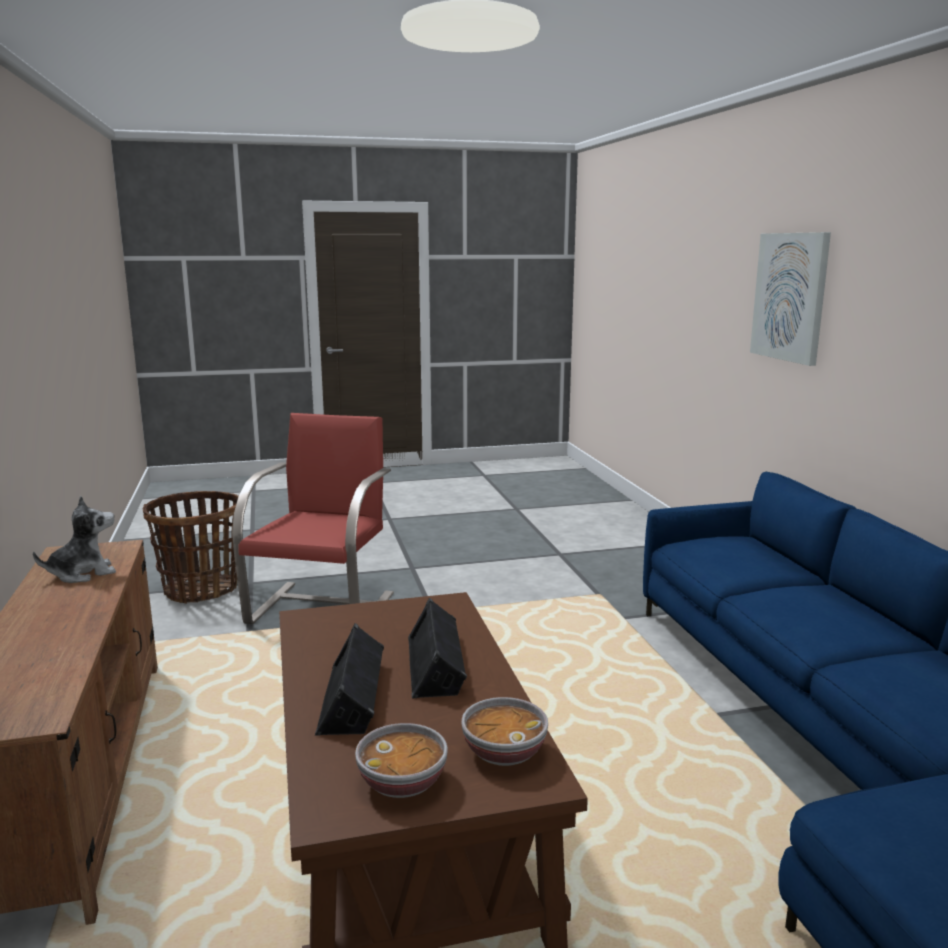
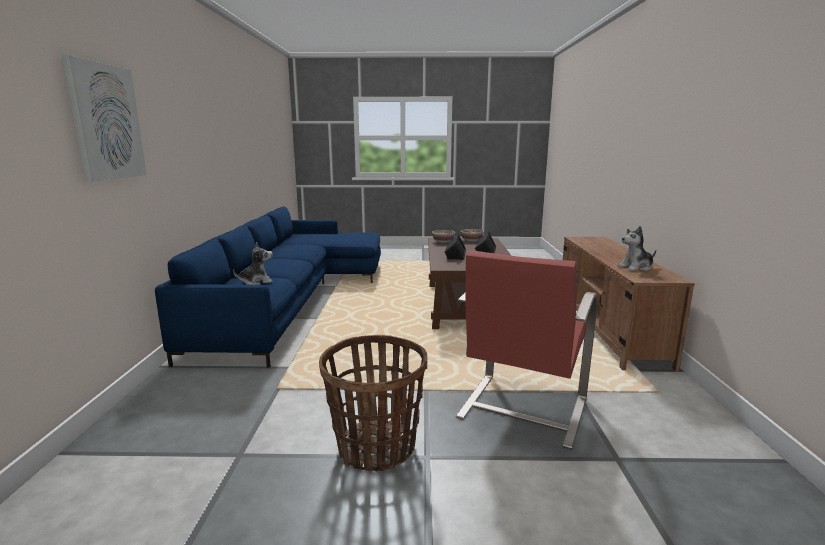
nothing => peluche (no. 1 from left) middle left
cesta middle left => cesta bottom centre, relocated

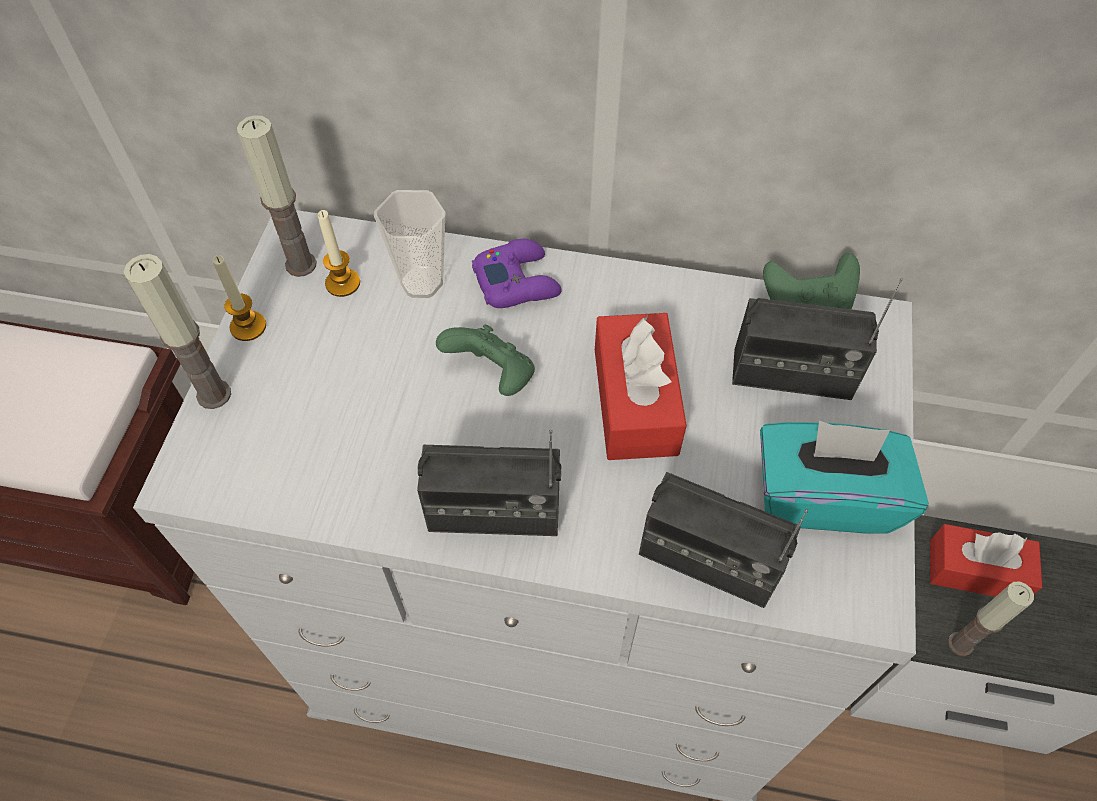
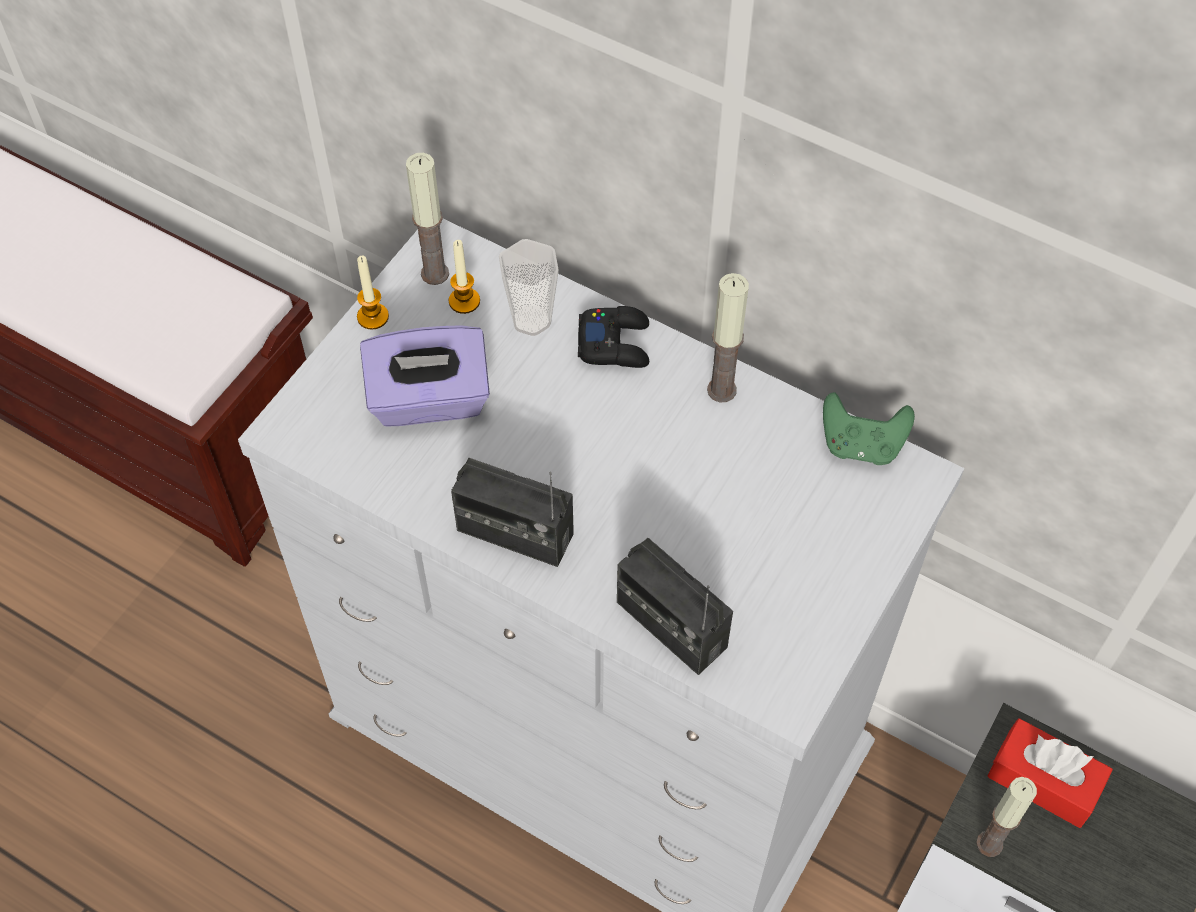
mando de consola/verde (no. 1 from left) centre => nothing
caja de pañuelos/rojo (no. 1 from left) centre => nothing
radio (no. 3 from left) middle right => nothing
caja de pañuelos/turquesa middle right => nothing
nothing => caja de pañuelos/morado centre
vela (no. 1 from left in the first image) middle left => vela (no. 4 from left) centre, relocated
mando de consola/morado centre => mando de consola/negro centre

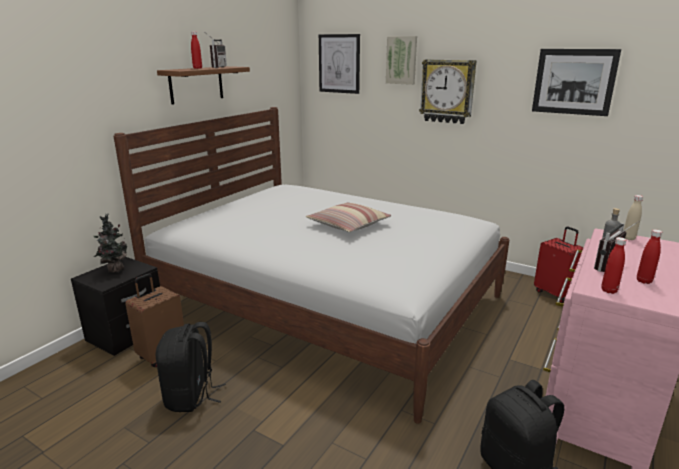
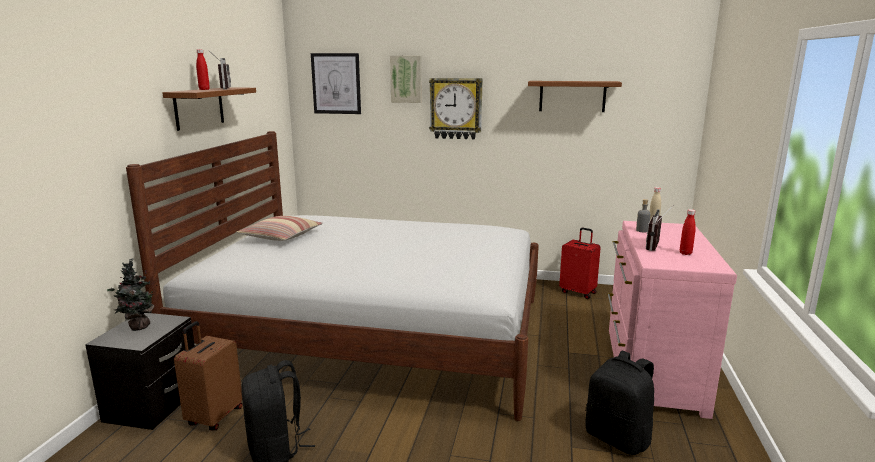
botella/rojo (no. 2 from left) middle right => nothing
cojín centre => cojín middle left, relocated
cuadro (no. 3 from left) top right => estante/marrón (no. 2 from left) top centre

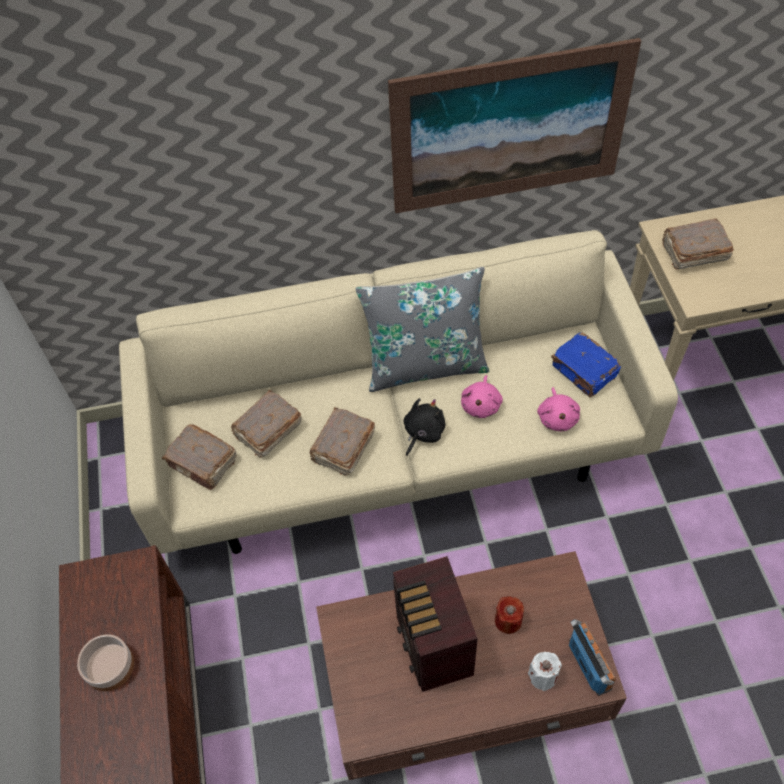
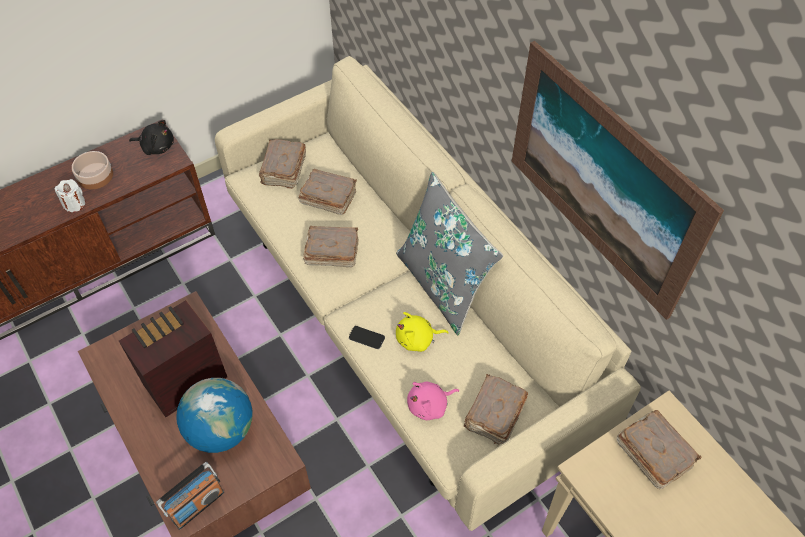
nothing => móvil centre
peluche/negro centre => peluche/negro top left, relocated
vela/blanco bottom right => vela/blanco middle left, relocated
vela/rojo bottom centre => globo terráqueo bottom left
peluche/rosa (no. 1 from left) centre => peluche/amarillo centre
libro/azul middle right => libro/marrón (no. 4 from left) bottom centre

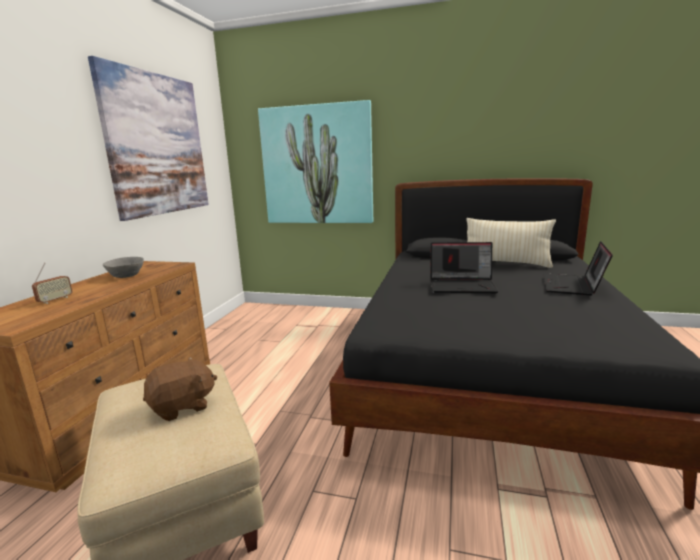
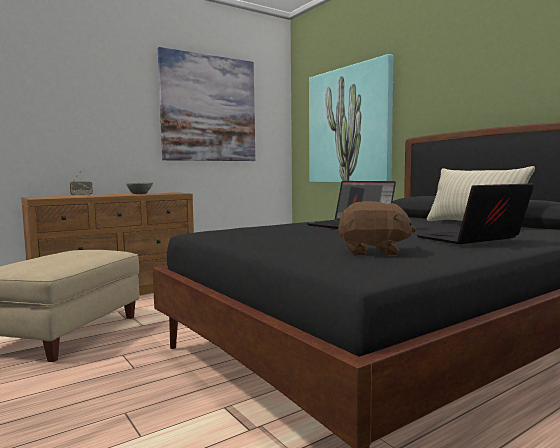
peluche/marrón bottom left => peluche/marrón middle right, relocated

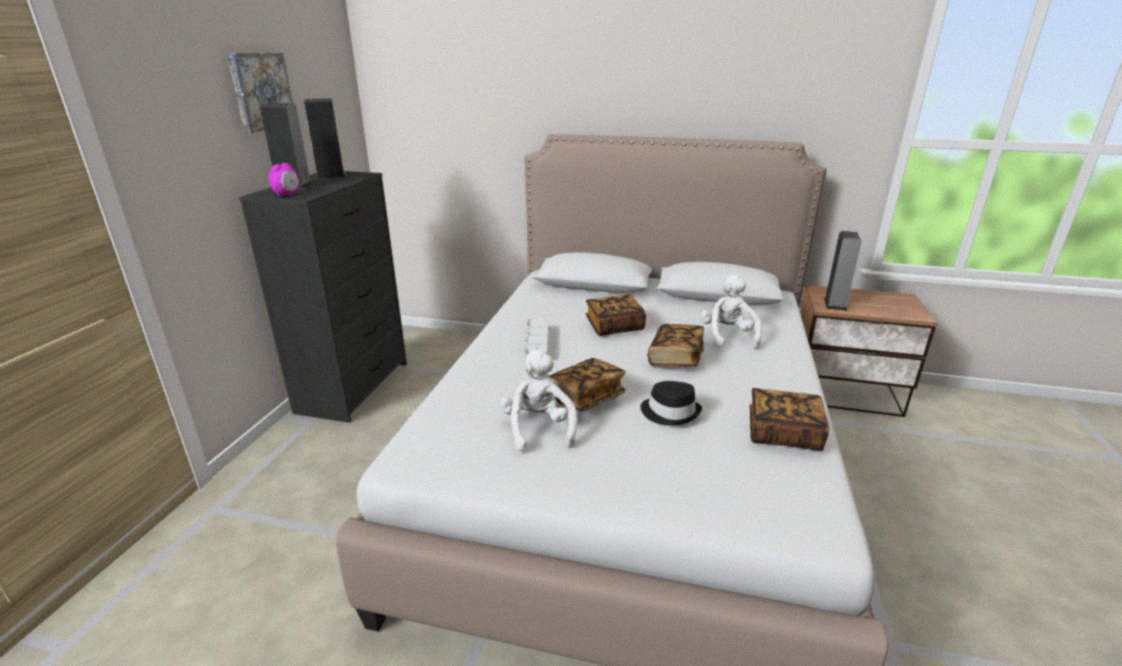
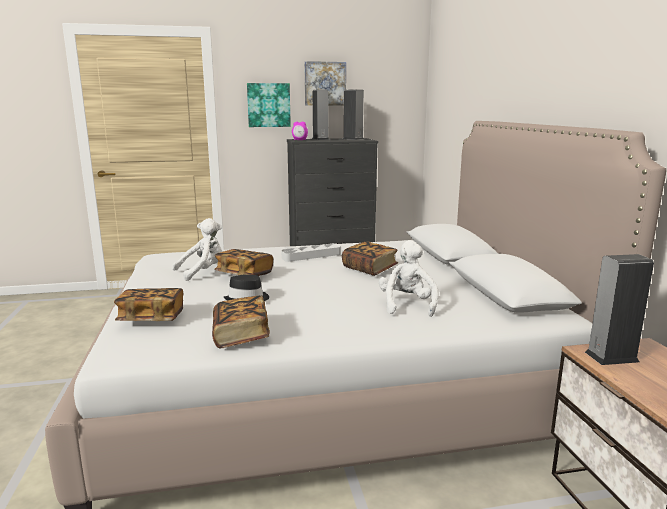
nothing => cuadro (no. 1 from left) top centre
libro (no. 3 from left in the first image) centre => libro (no. 1 from left) middle left, relocated
peluche/blanco (no. 2 from left) centre, 60 degrees counterclockwise

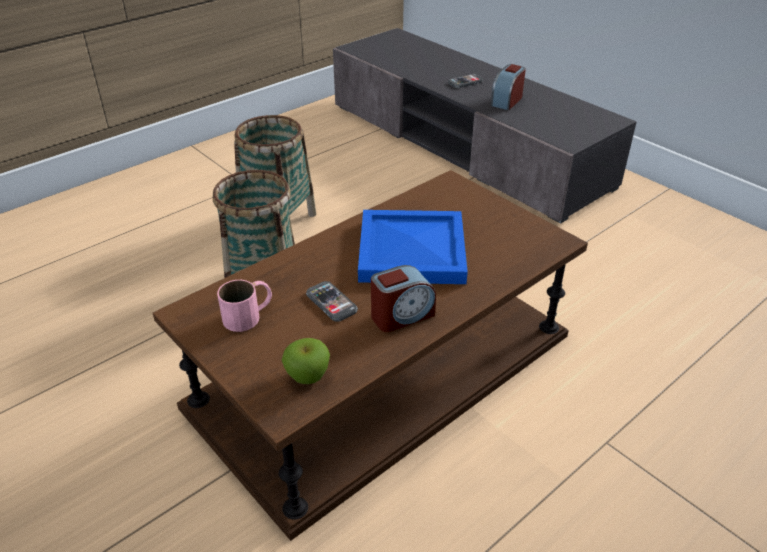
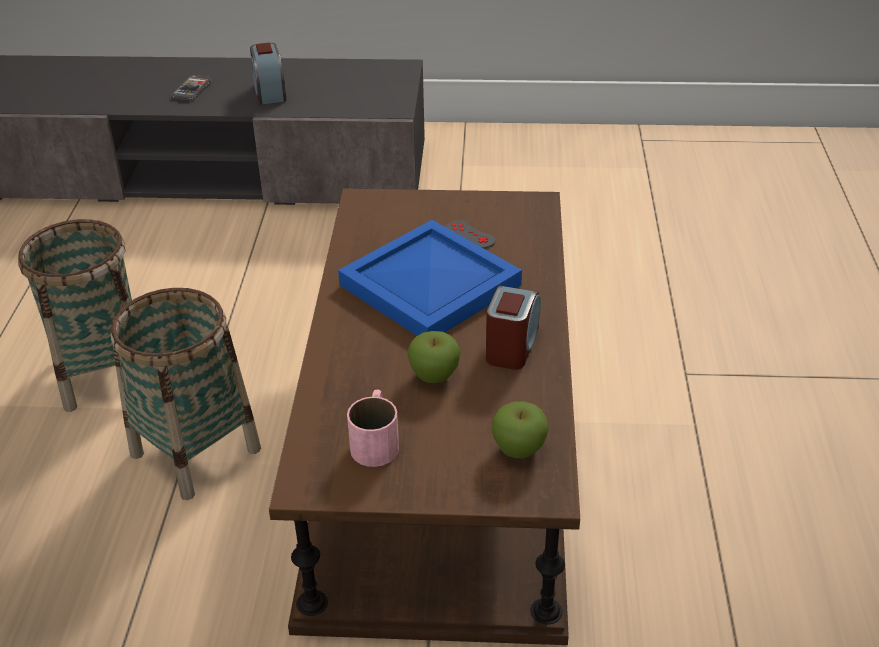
nothing => mando de consola/gris centre
móvil (no. 1 from left) centre => manzana (no. 1 from left) centre

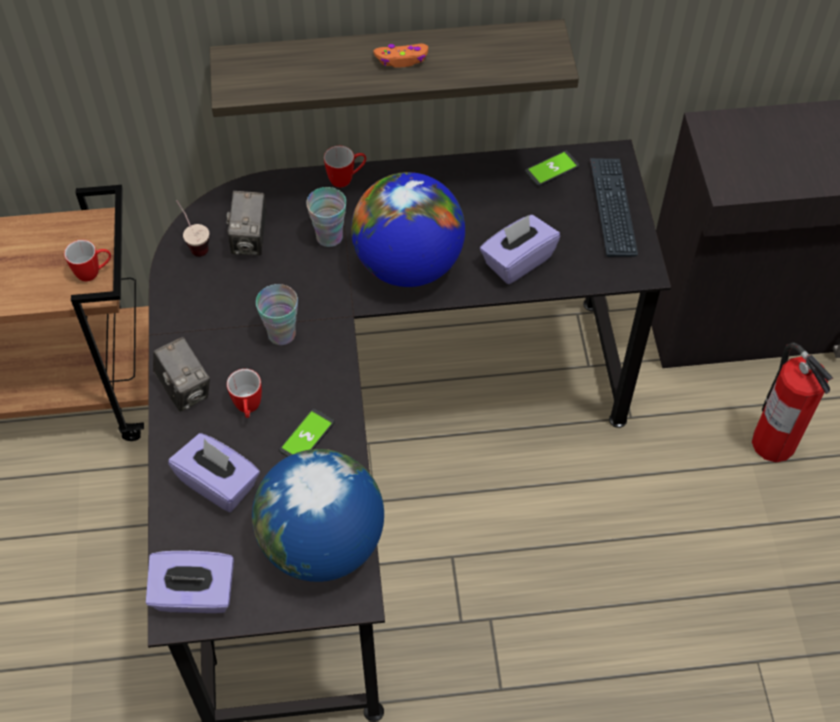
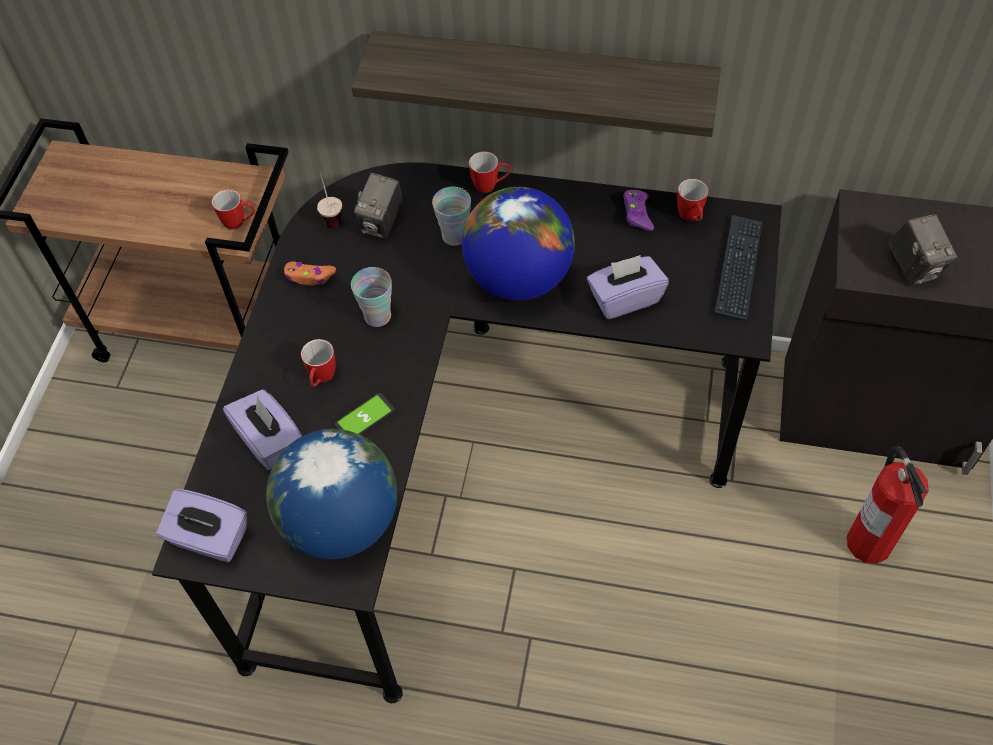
nothing => mando de consola/morado top centre
cámara (no. 1 from left in the first image) middle left => cámara (no. 2 from left) middle right, relocated
mando de consola/naranja top centre => mando de consola/naranja middle left, relocated
móvil (no. 2 from left) top centre => taza grande (no. 4 from left) top right

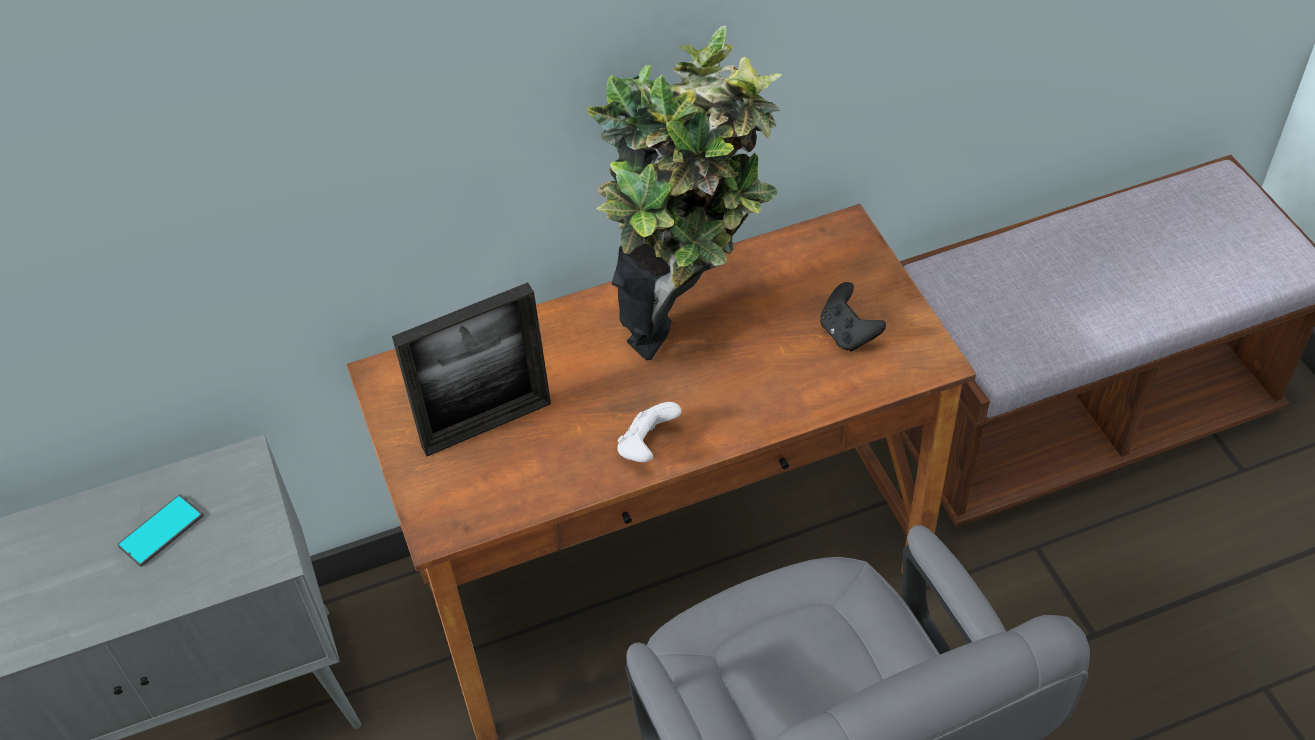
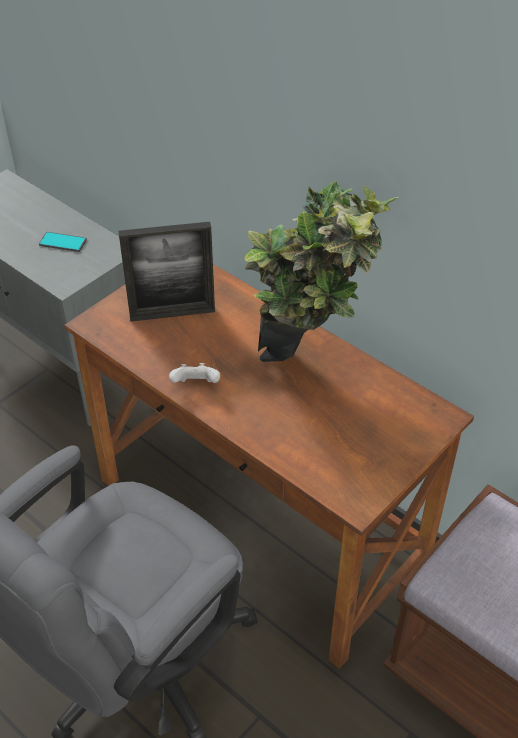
mando de consola/negro centre => nothing
portarretratos centre => portarretratos middle left, 45 degrees counterclockwise

